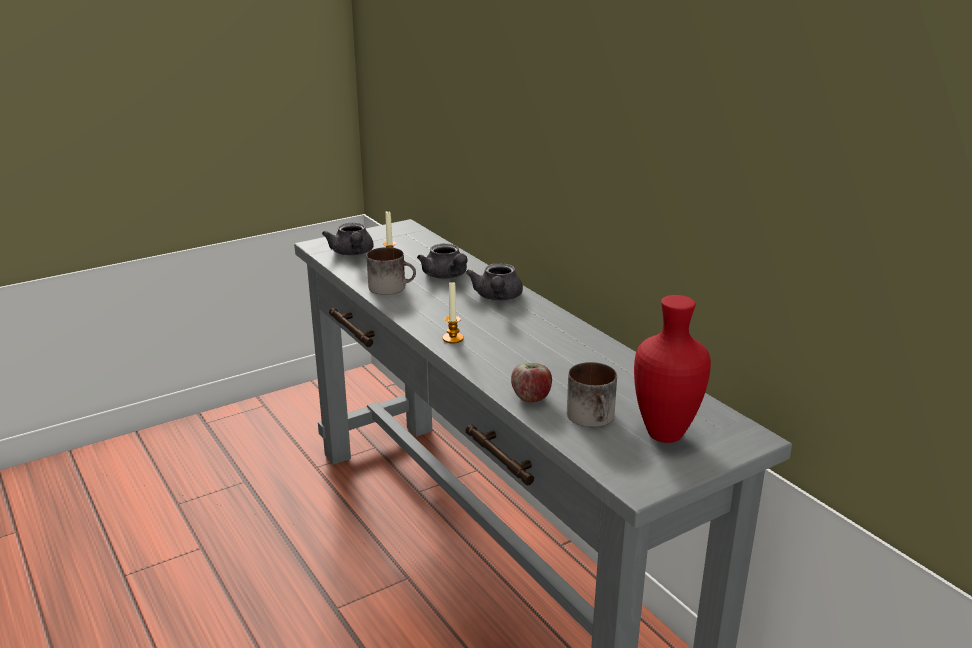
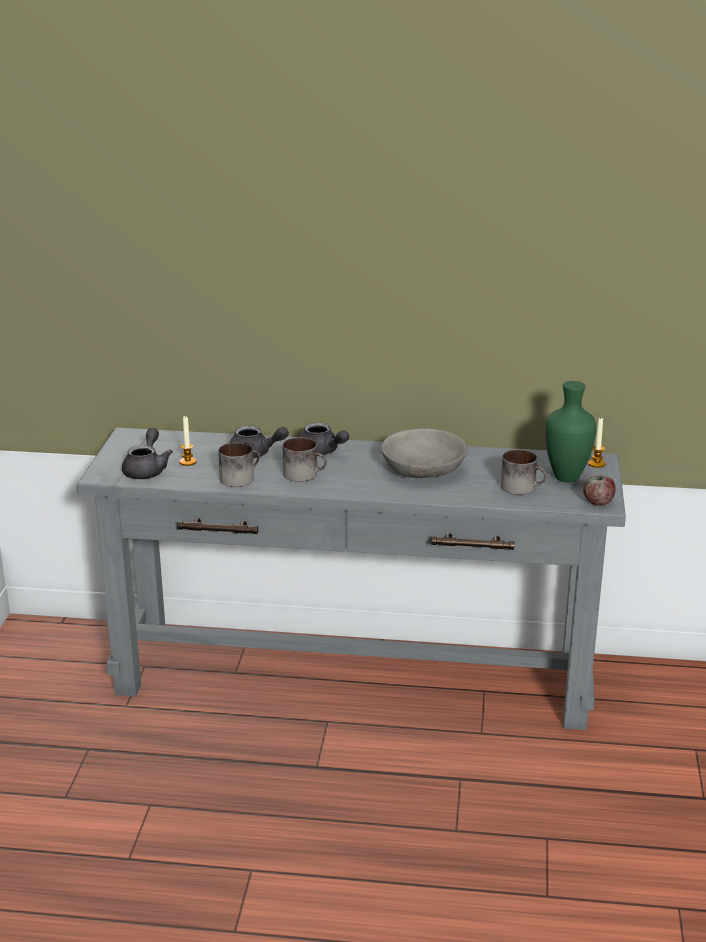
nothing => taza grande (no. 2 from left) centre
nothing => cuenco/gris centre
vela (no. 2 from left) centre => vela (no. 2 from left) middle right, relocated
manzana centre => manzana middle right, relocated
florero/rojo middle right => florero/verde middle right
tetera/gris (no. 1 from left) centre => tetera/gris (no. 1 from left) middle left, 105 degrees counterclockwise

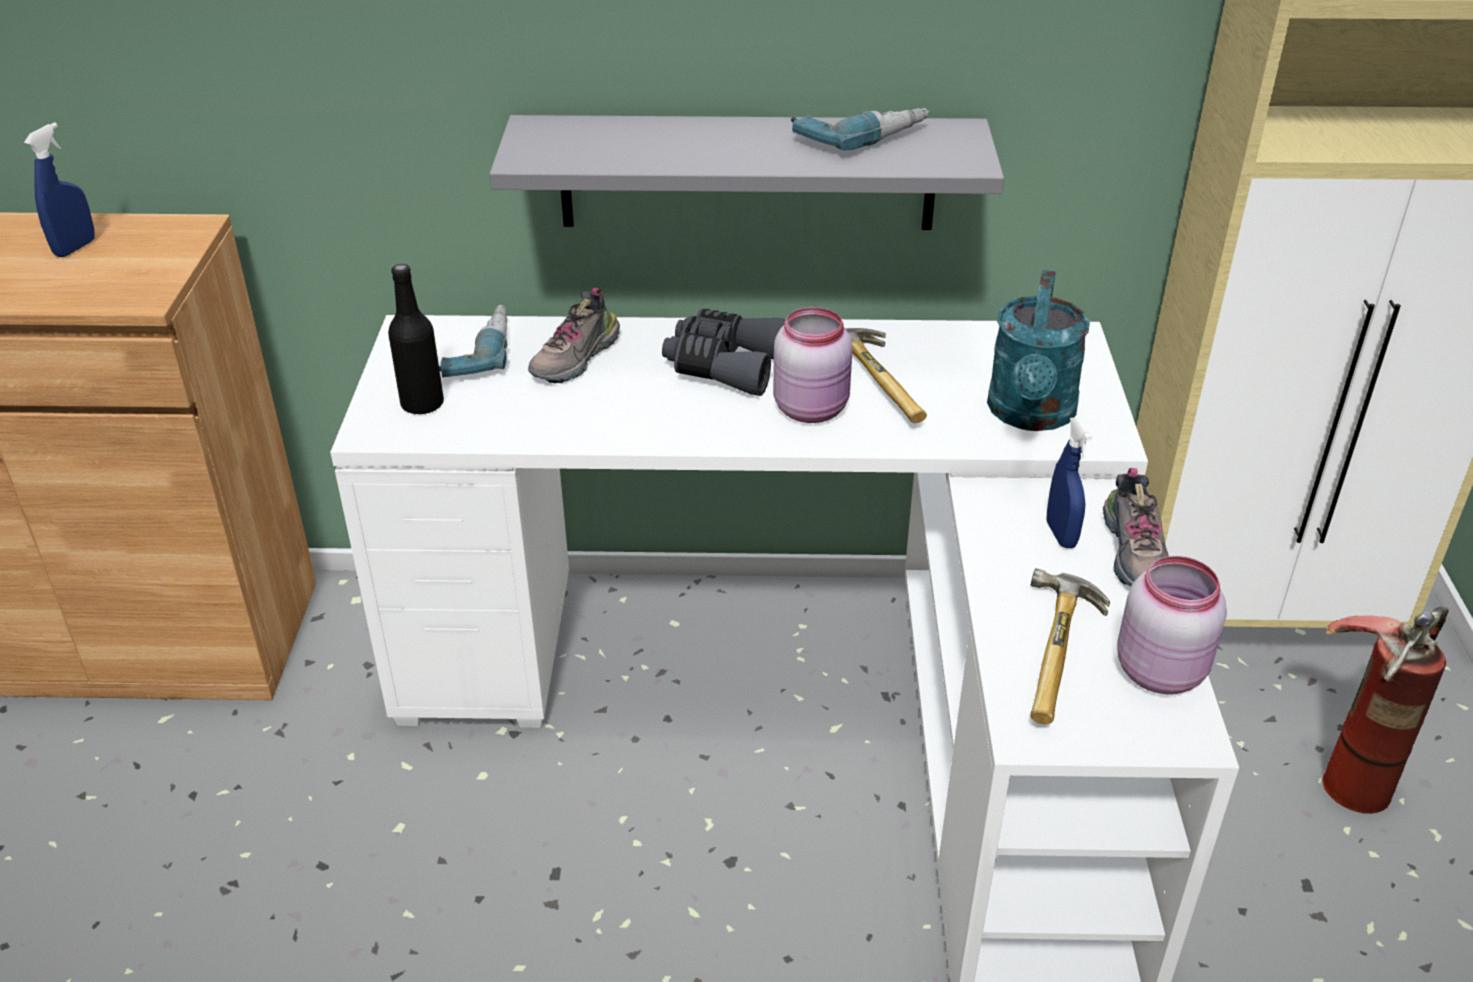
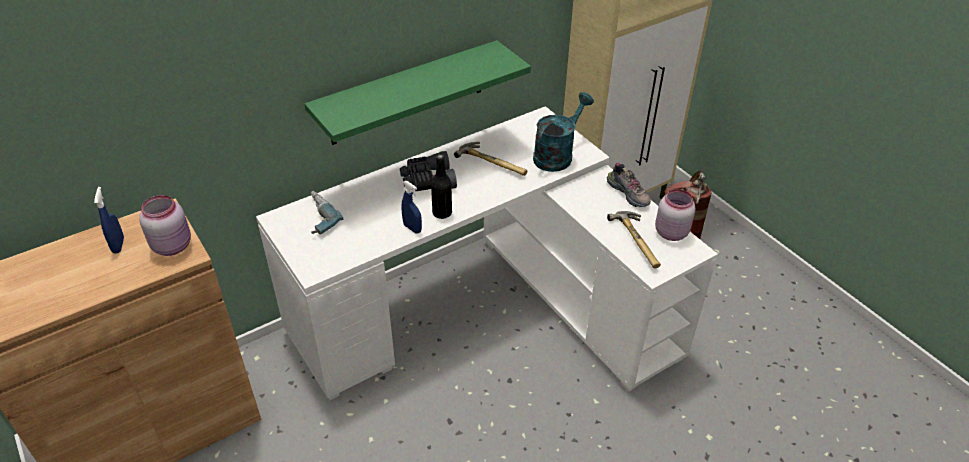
zapato (no. 1 from left) centre => nothing
taladro (no. 2 from left) top centre => nothing
botella/negro middle left => botella/negro centre, relocated
tarro/rosa (no. 1 from left) centre => tarro/rosa (no. 1 from left) middle left, relocated
pulverizador/azul (no. 2 from left) middle right => pulverizador/azul (no. 2 from left) centre, relocated
estante/gris top centre => estante/verde top centre
regadera/turquesa middle right => regadera/turquesa top centre, 120 degrees counterclockwise

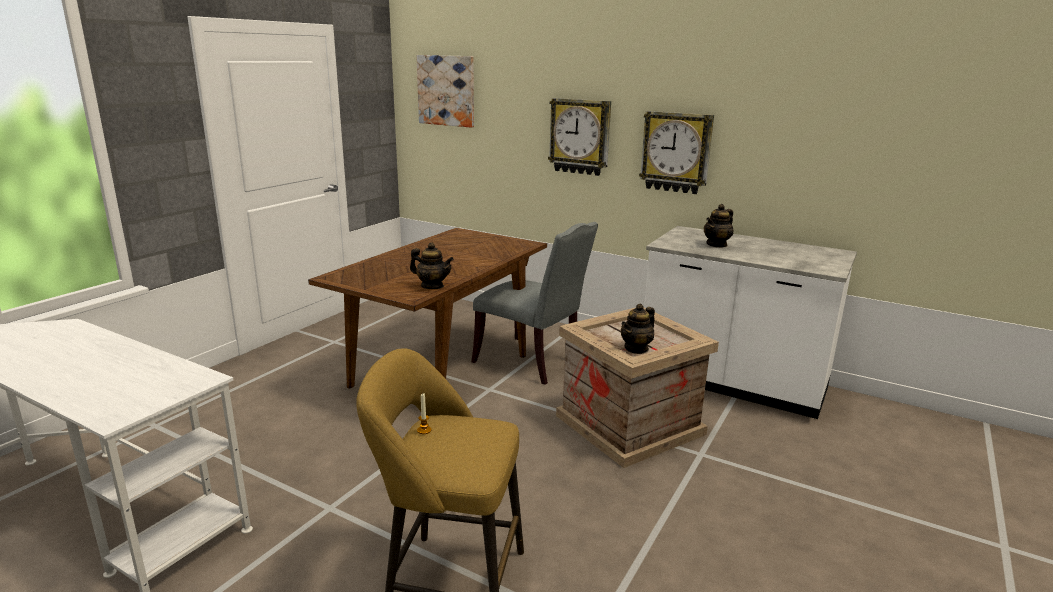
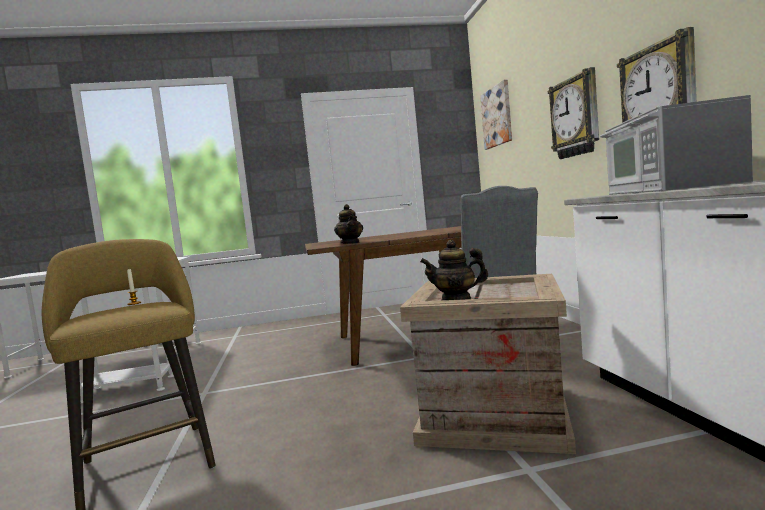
tetera (no. 3 from left) middle right => microondas top right

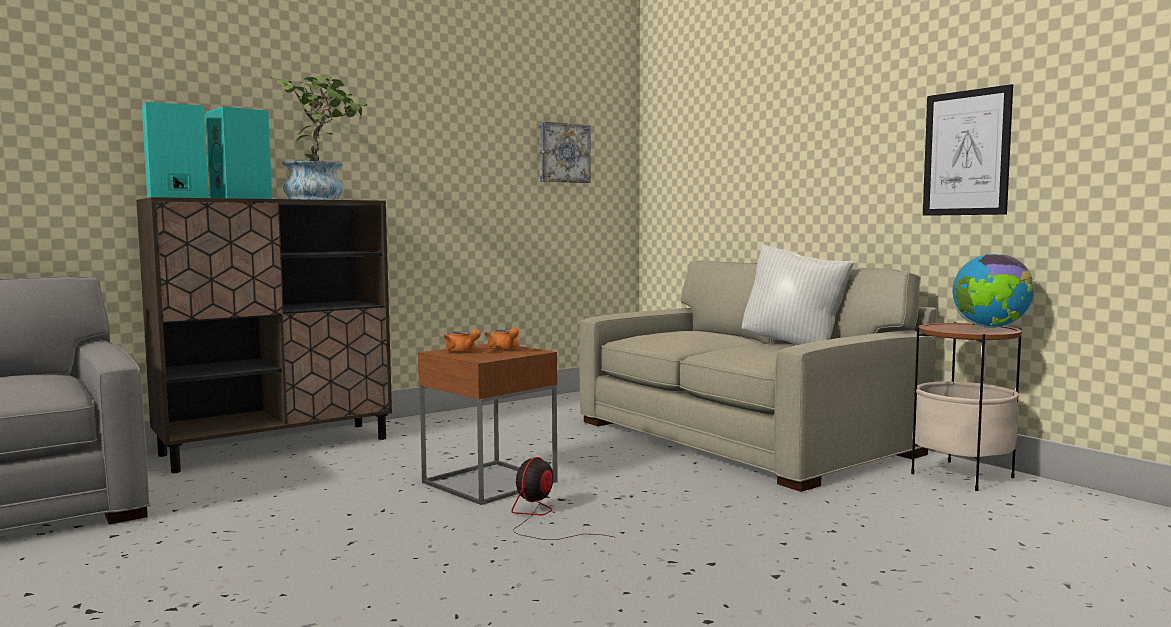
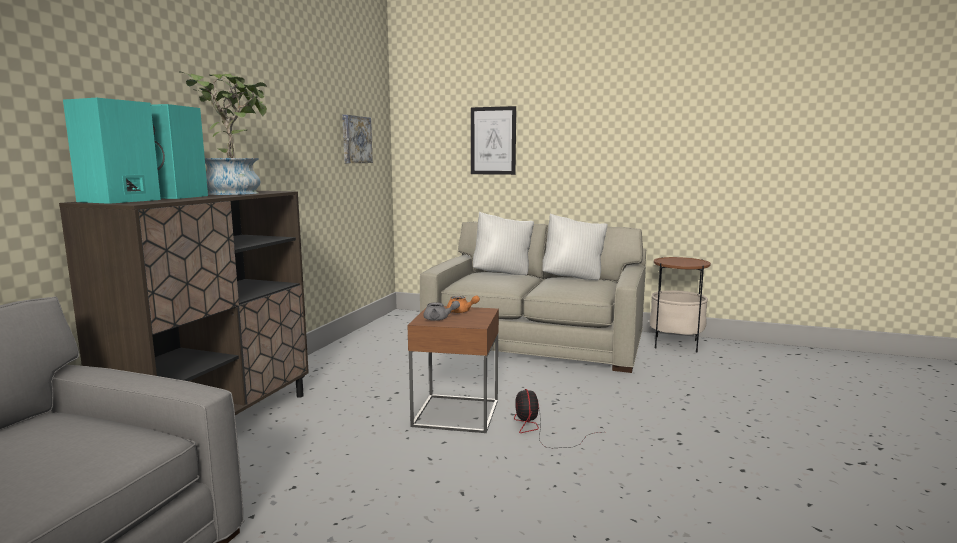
globo terráqueo middle right => nothing
nothing => cojín/blanco (no. 1 from left) centre
cuadro (no. 2 from left) top right => cuadro (no. 2 from left) top centre, relocated
tetera/naranja (no. 1 from left) centre => tetera/gris centre

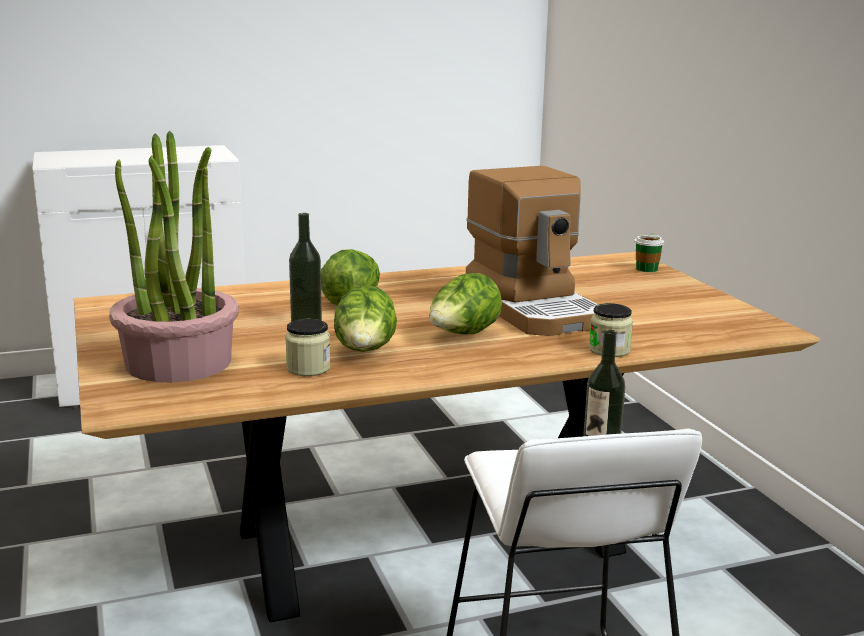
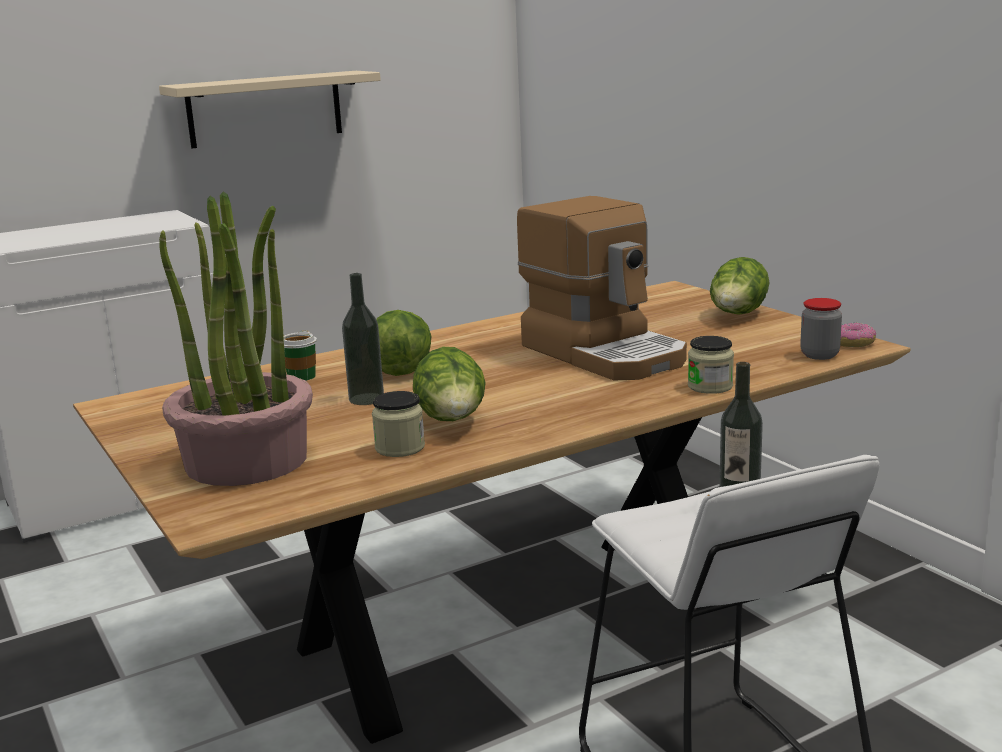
nothing => estante/beis top left
nothing => tarro (no. 3 from left) middle right
nothing => rosquilla middle right
lechuga (no. 3 from left) centre => lechuga (no. 3 from left) middle right, relocated
taza middle right => taza middle left, relocated

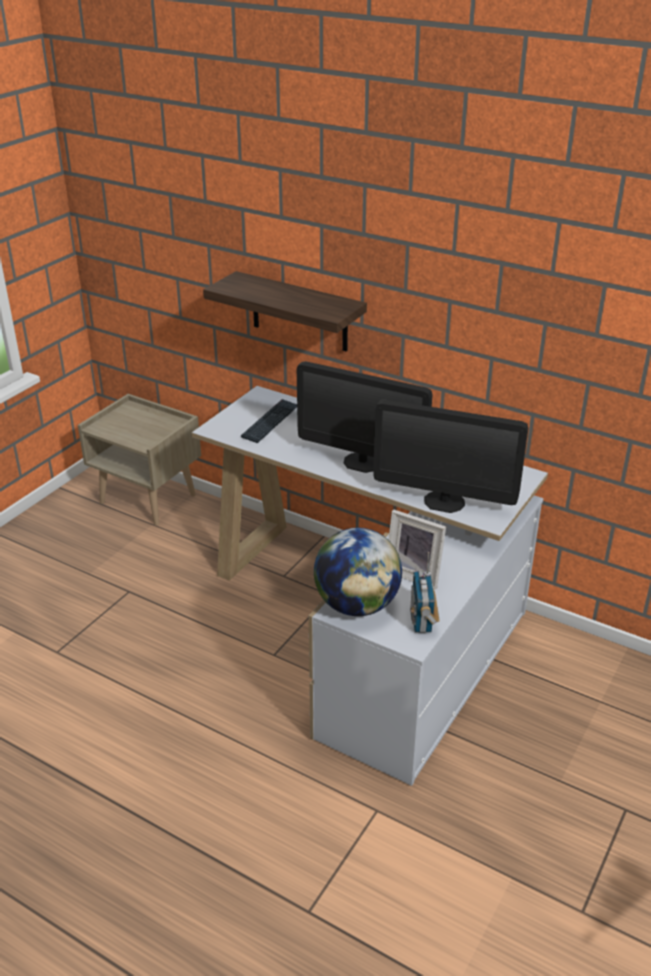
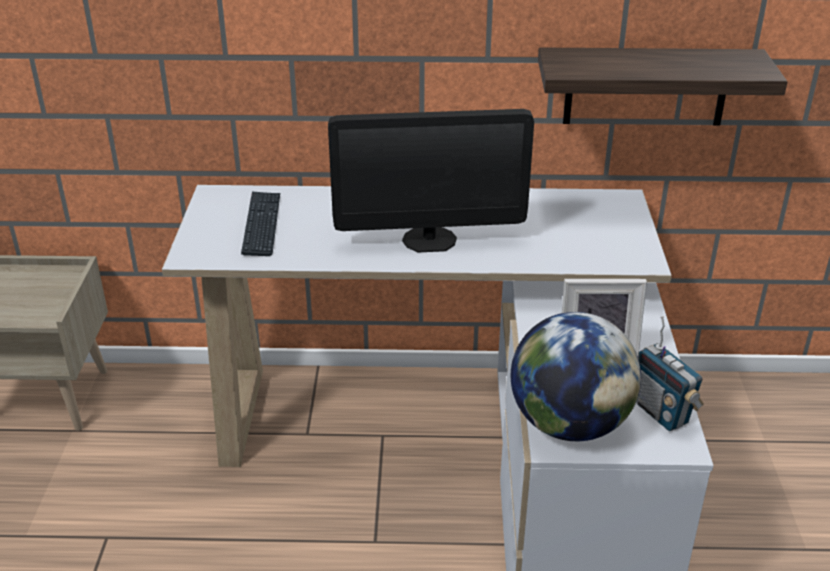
monitor (no. 2 from left) middle right => nothing
estante top centre => estante top right, relocated

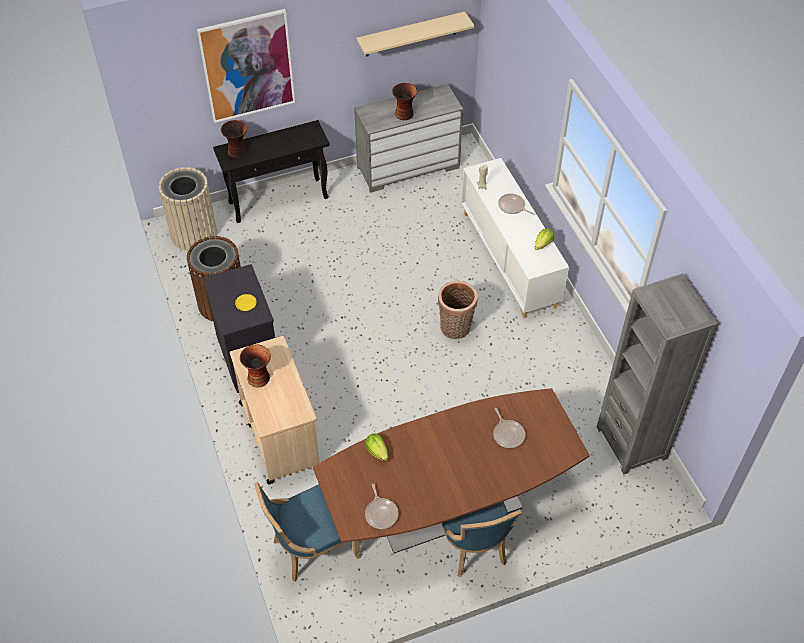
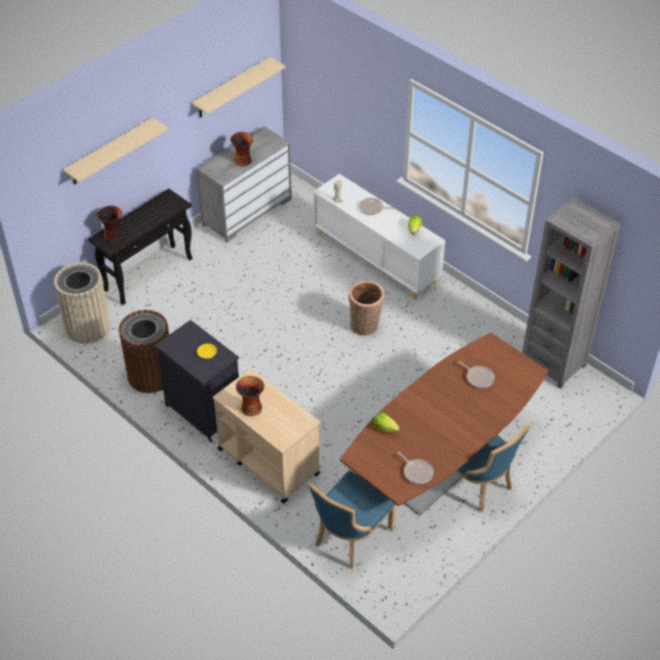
cuadro top left => estante/beis (no. 1 from left) top left

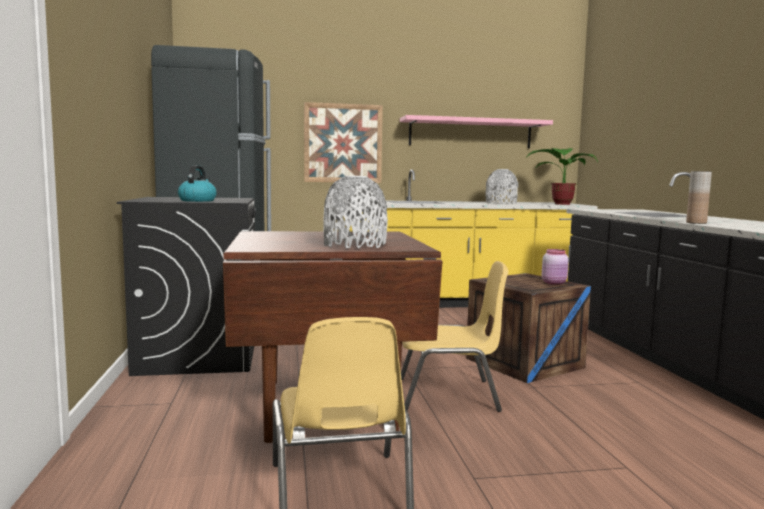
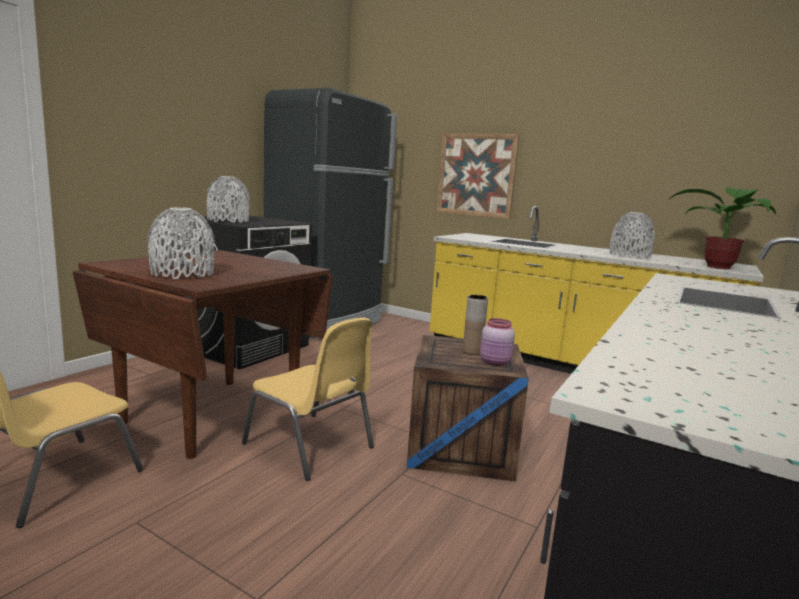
estante/rosa top centre => nothing
florero/marrón middle right => florero/marrón centre, relocated
hervidor middle left => florero/gris (no. 2 from left) top left

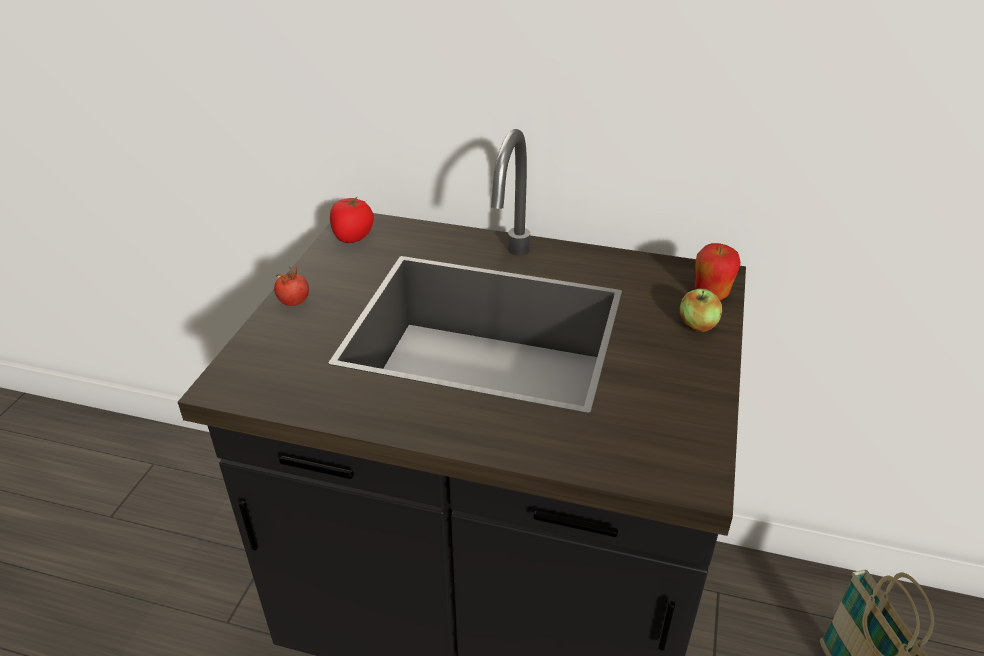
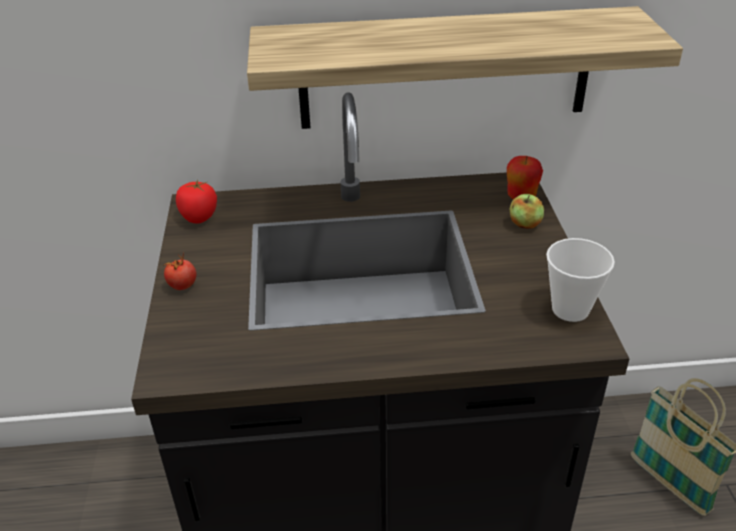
nothing => estante top centre
nothing => taza middle right

